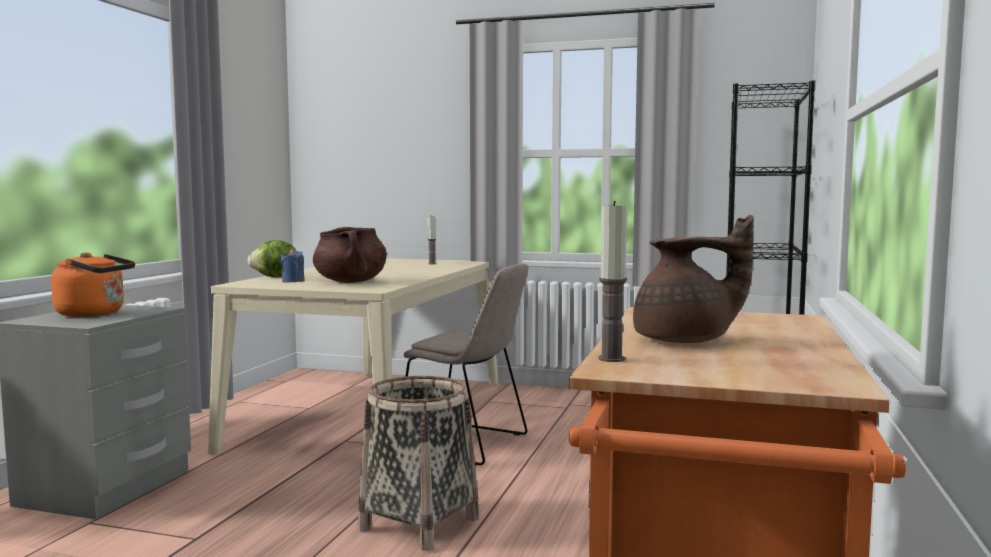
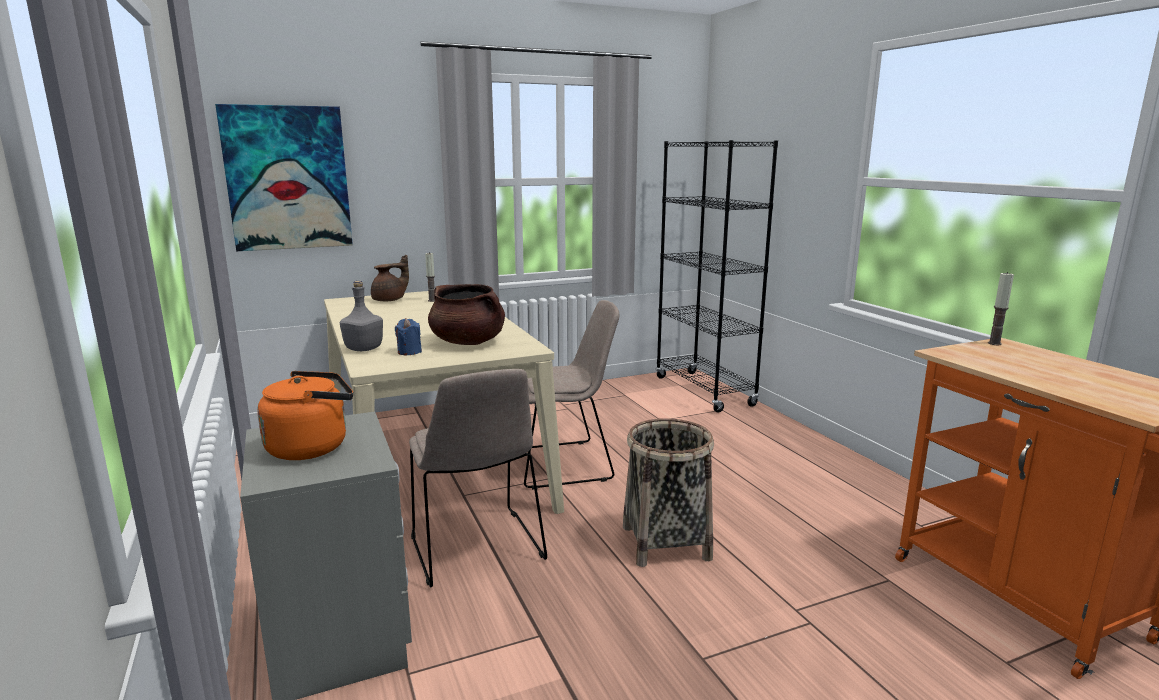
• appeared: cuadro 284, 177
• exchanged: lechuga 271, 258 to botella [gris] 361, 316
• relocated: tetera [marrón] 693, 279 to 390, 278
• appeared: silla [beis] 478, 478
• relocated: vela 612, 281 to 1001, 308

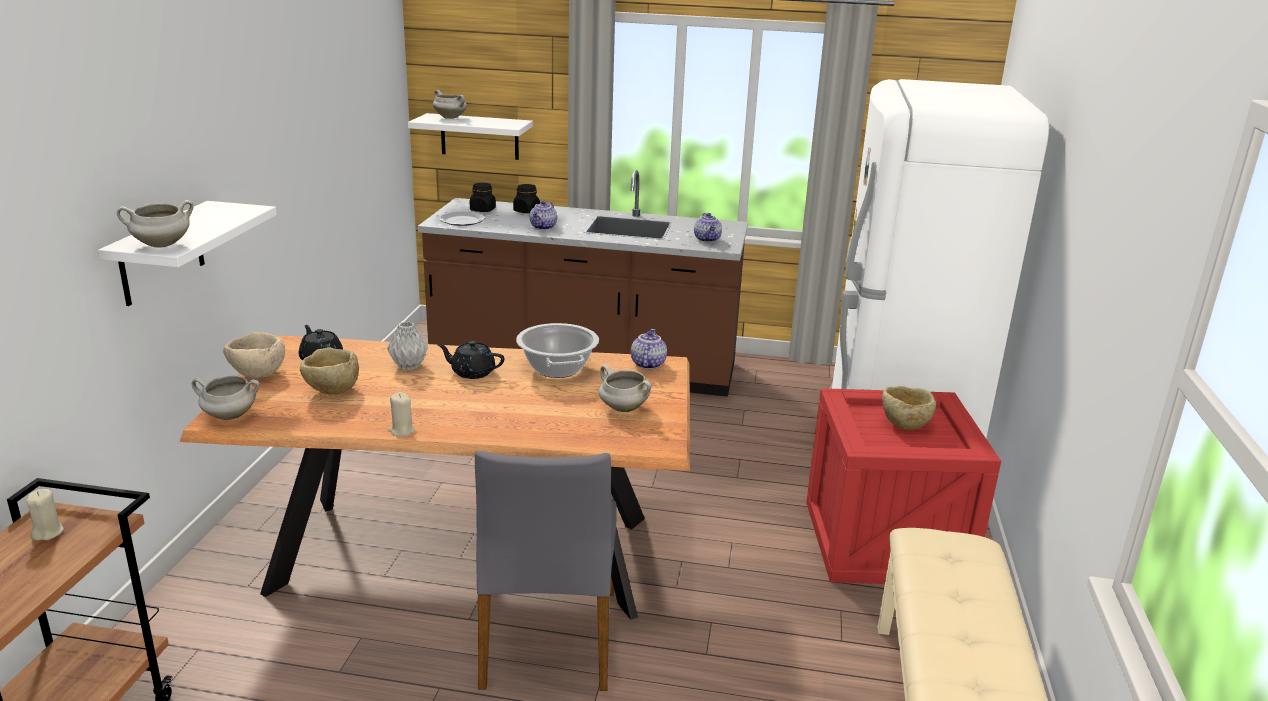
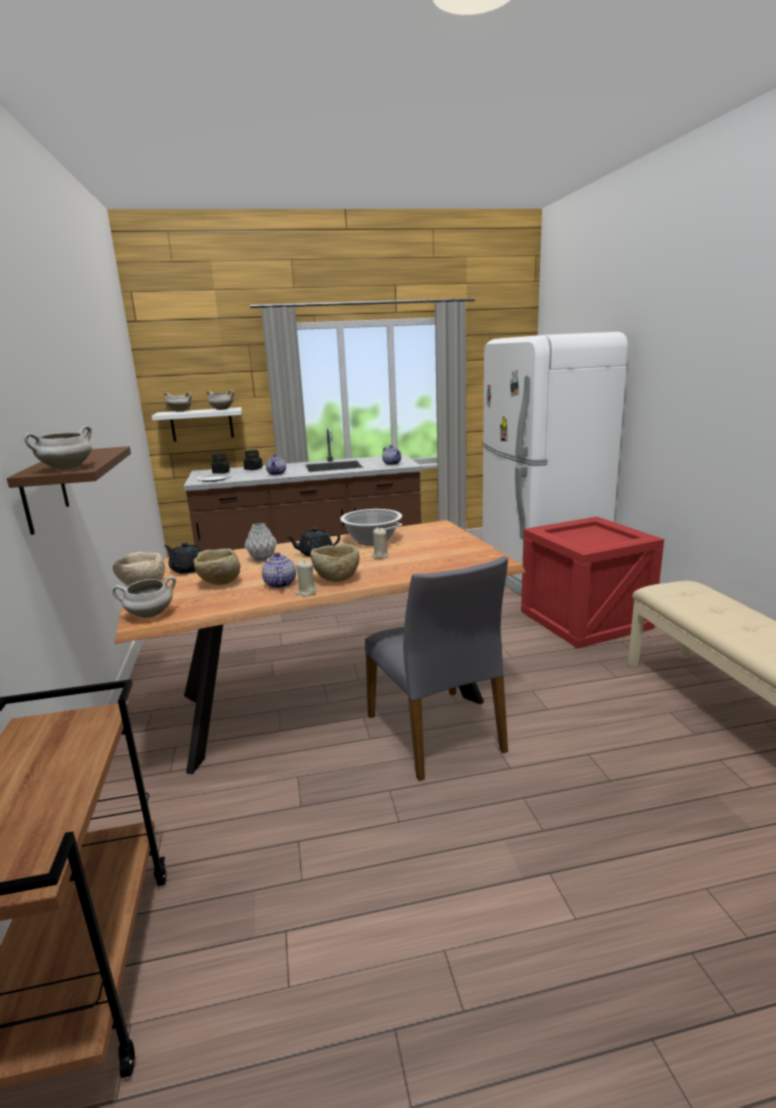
• colour: estante [blanco] 187, 253 to estante [marrón] 69, 490
• relocated: olla [blanco] 625, 388 to 220, 400
• relocated: tetera 649, 349 to 279, 570
• relocated: cuenco [beis] 909, 408 to 334, 563
• relocated: vela [beis] 45, 514 to 380, 543

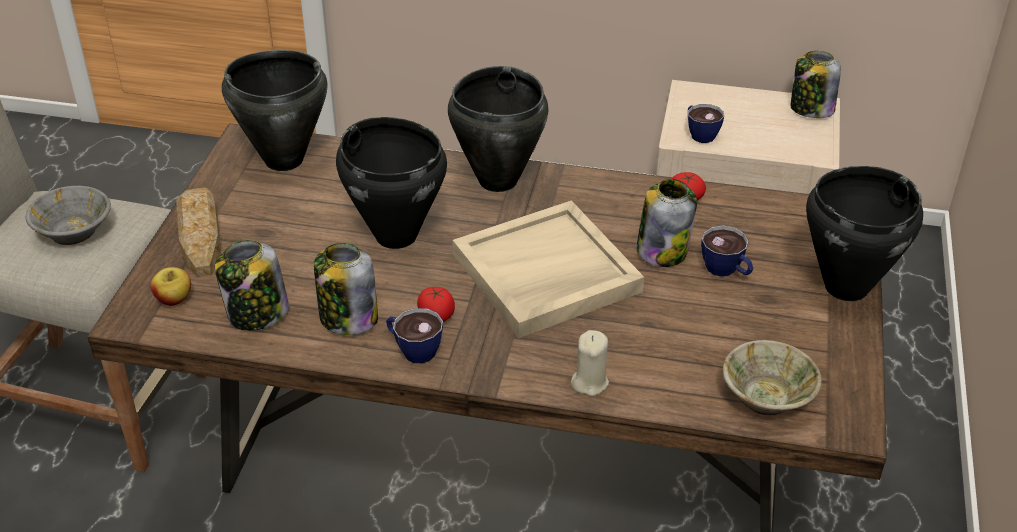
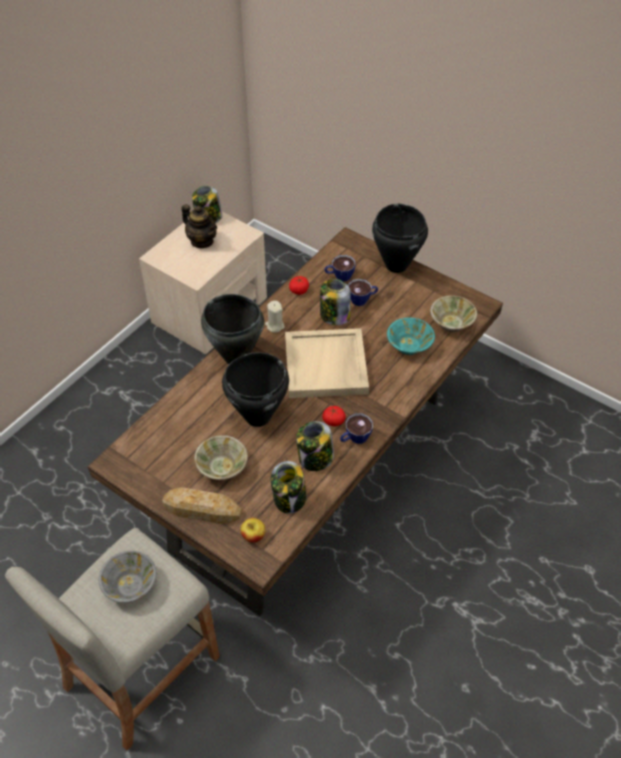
• appeared: tetera 199, 226
• appeared: cuenco [beis] 221, 457
• relocated: vela [beis] 590, 363 to 275, 317
• relocated: taza 706, 123 to 340, 268
• appeared: cuenco [turquesa] 411, 336
• missing: olla [negro] 275, 110

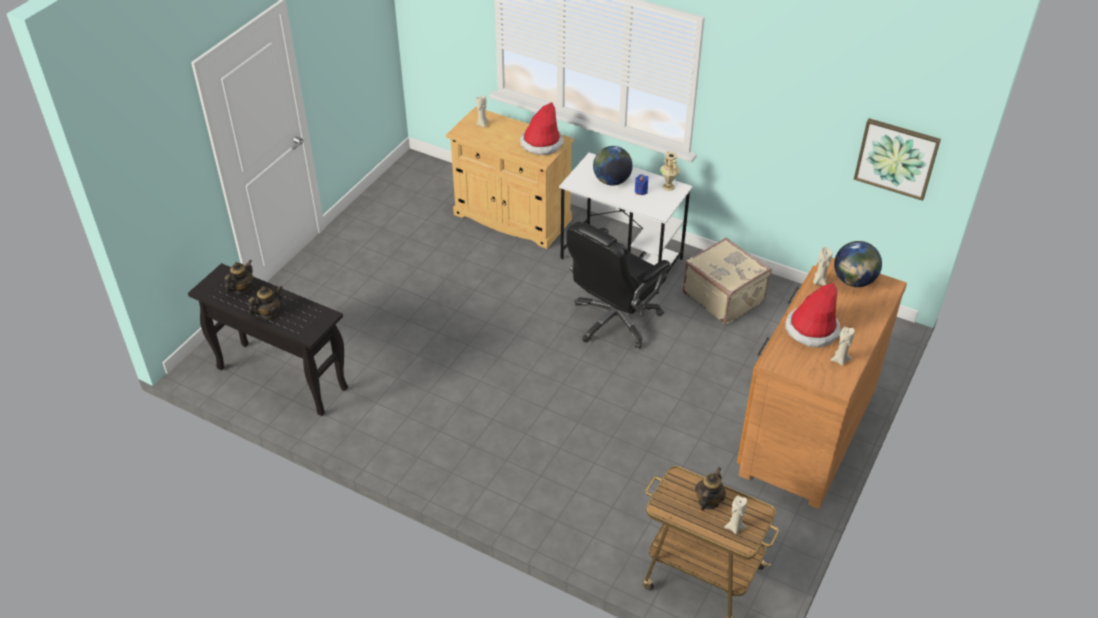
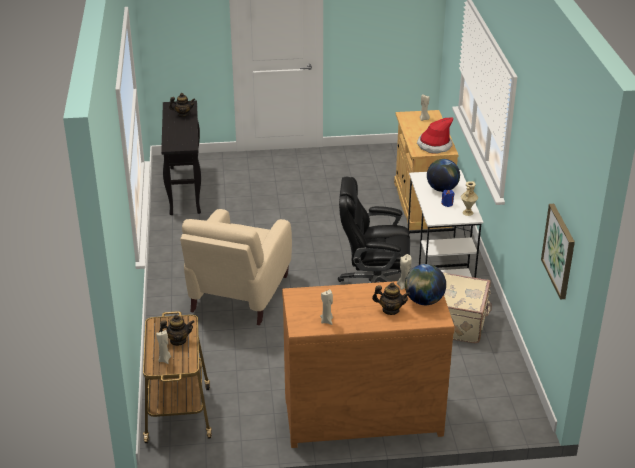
• appeared: sillón [beis] 236, 267
• relocated: tetera 265, 302 to 391, 298
• missing: sombrero 813, 315

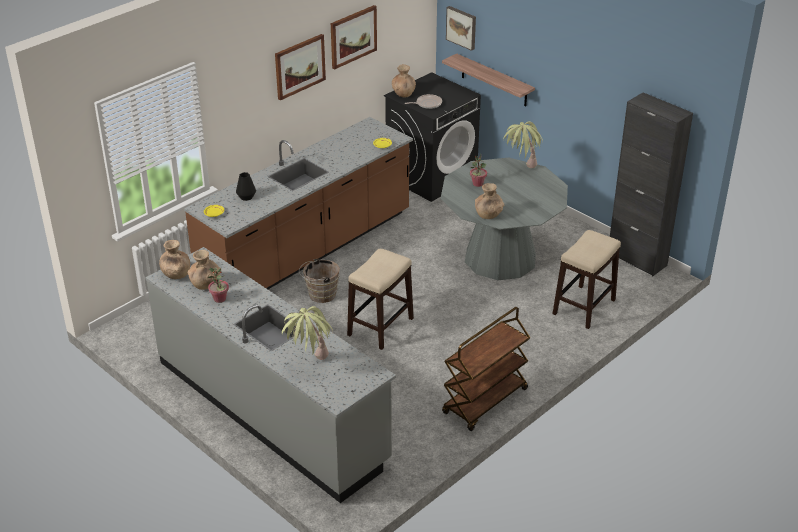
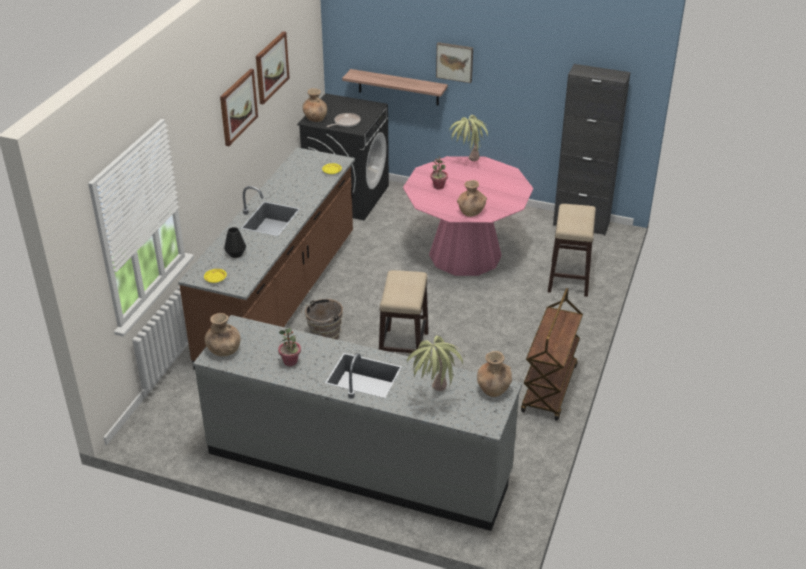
• colour: mesa de comedor [gris] 504, 219 to mesa de comedor [rosa] 468, 216
• relocated: cuadro 461, 28 to 454, 62
• relocated: florero [marrón] 204, 270 to 494, 374

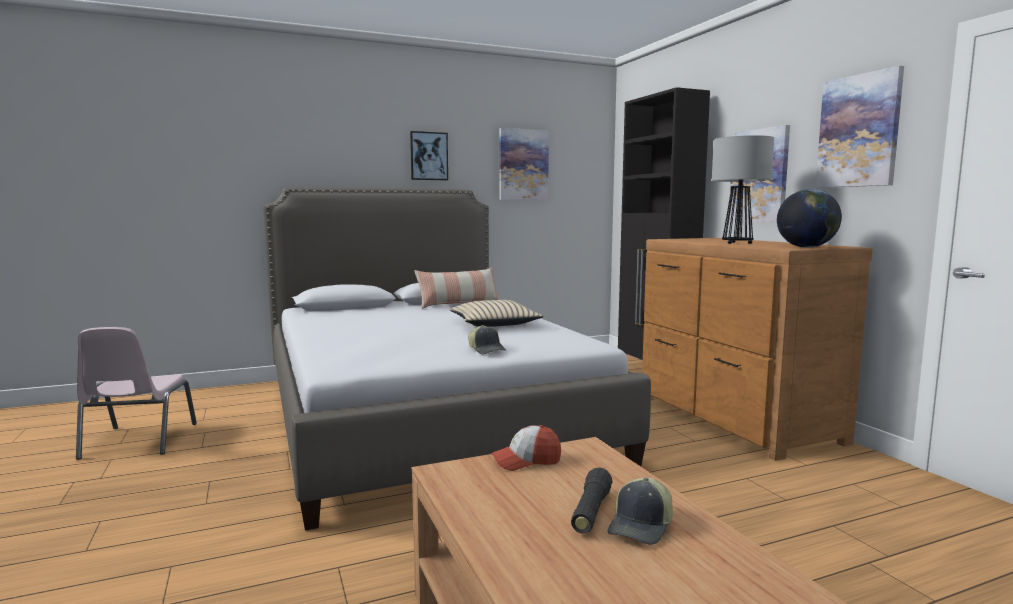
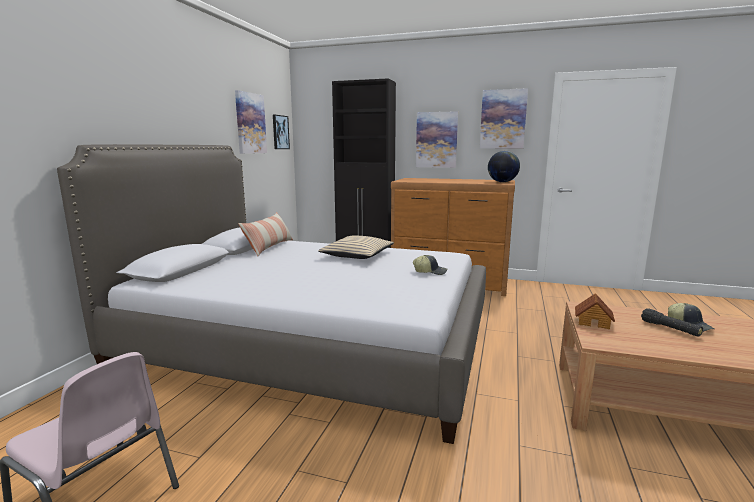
• relocated: cuadro 429, 155 to 281, 131
• exchanged: gorra 526, 448 to casita 595, 311
• missing: lámpara de mesa 743, 189

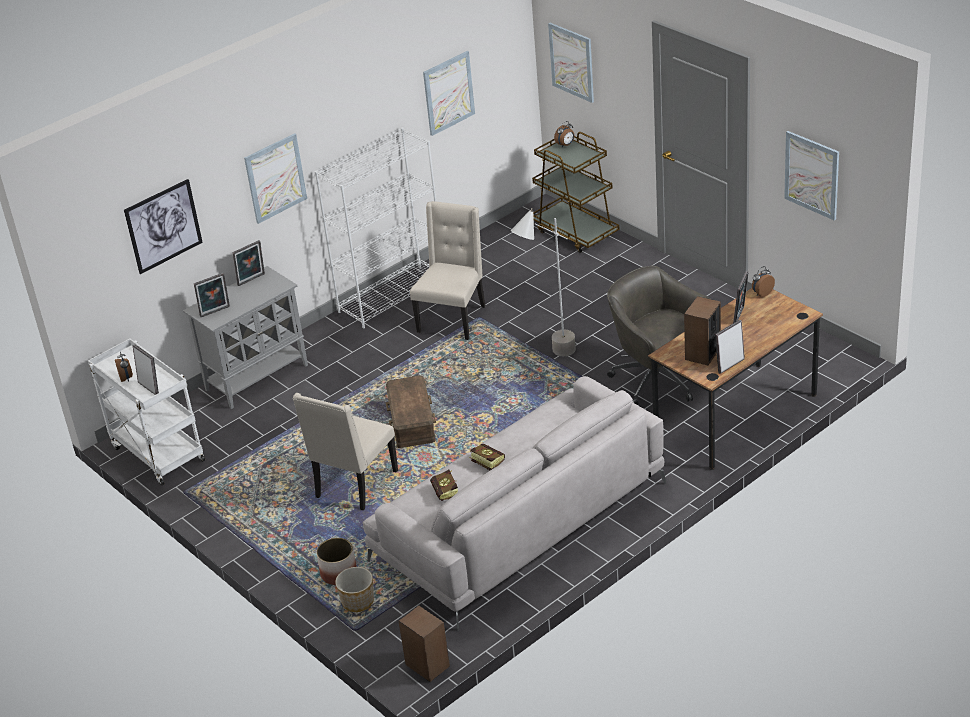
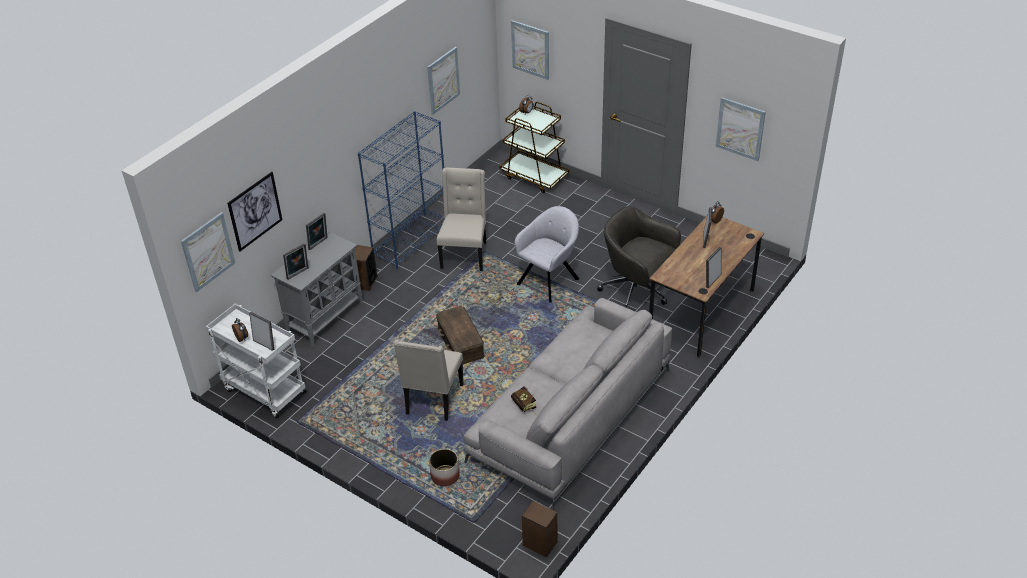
• relocated: cuadro 275, 178 to 208, 252
• relocated: altavoz 702, 330 to 366, 268
• colour: estantería [blanco] 375, 227 to estantería [azul] 401, 190
• exchanged: lámpara de pie [gris] 543, 282 to sillón [gris] 547, 254
• missing: maceta 354, 589
• missing: libro 487, 456

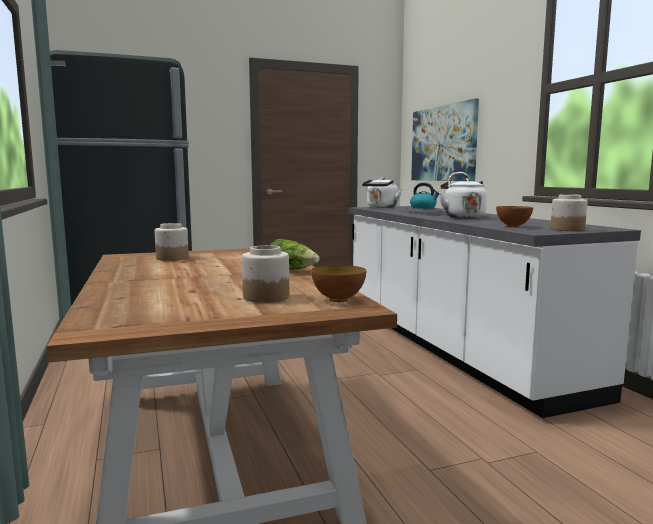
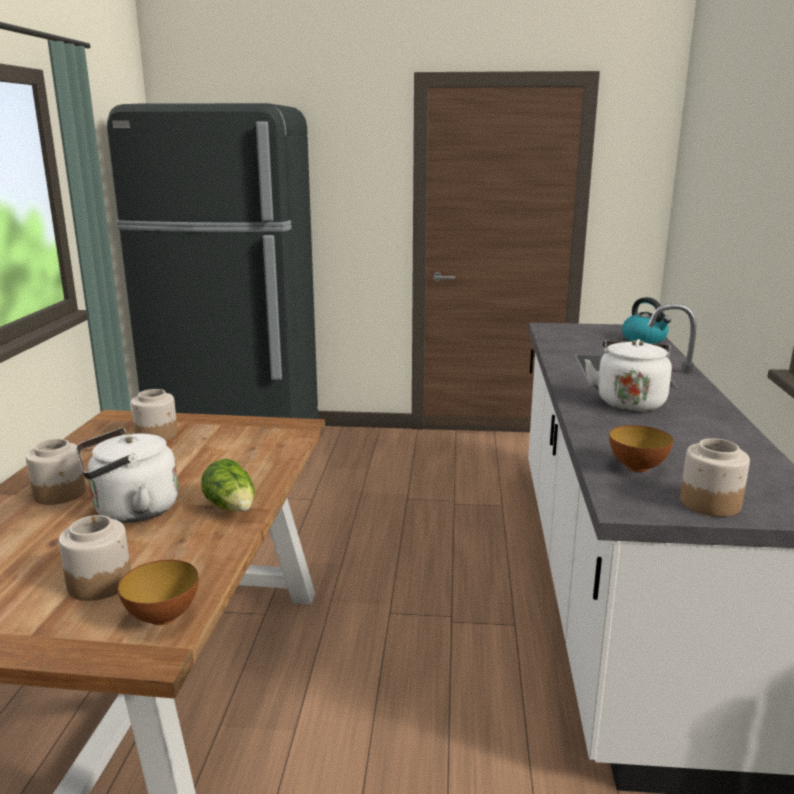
• appeared: tarro 56, 472
• relocated: hervidor [blanco] 382, 192 to 127, 475
• missing: cuadro 445, 140

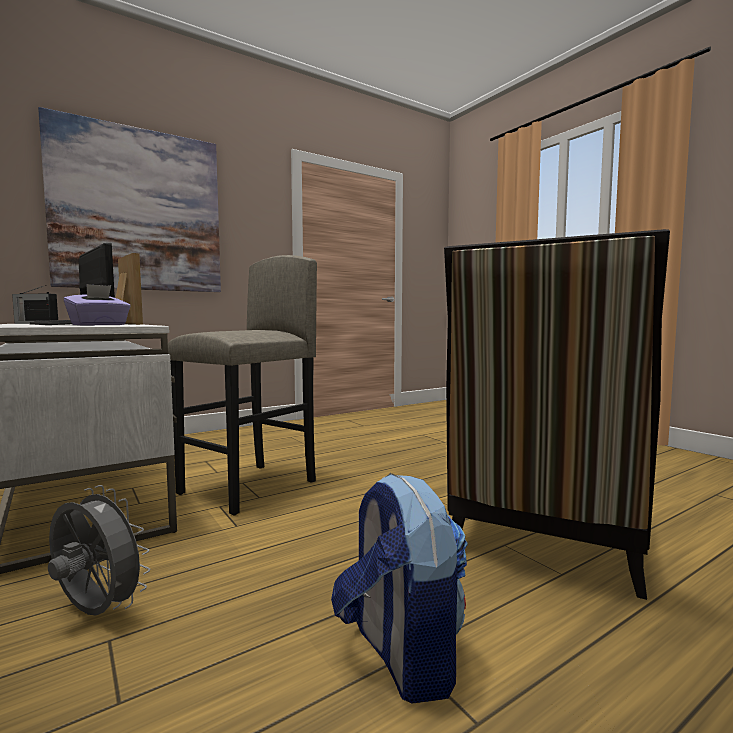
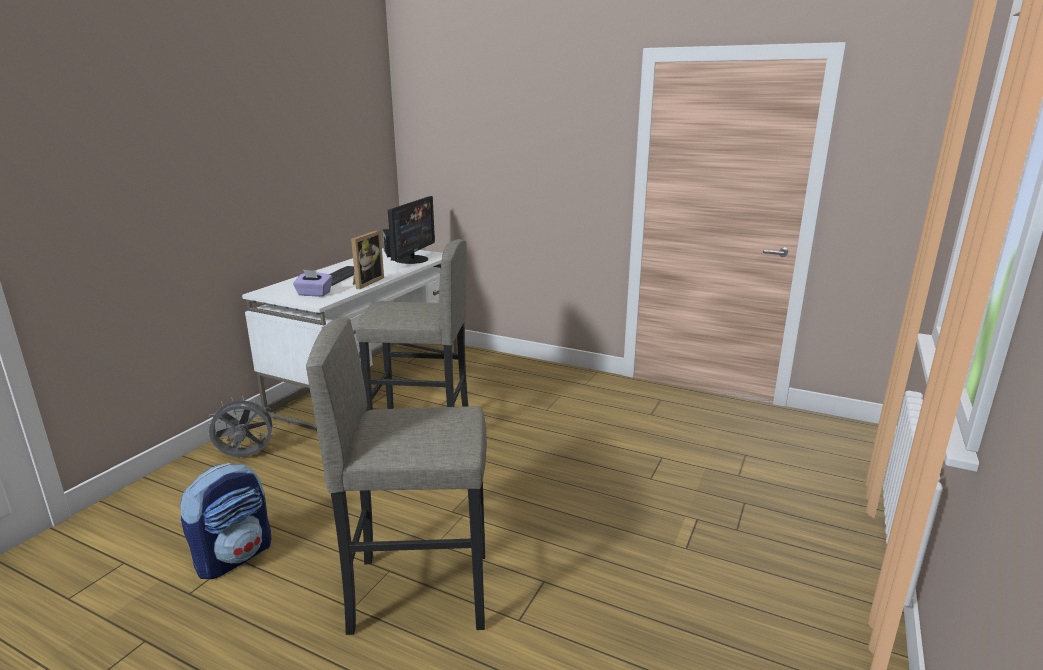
• spun: ventilador [gris] 99, 550 = 242, 426 105 degrees counterclockwise
• exchanged: silla 557, 414 to taburete [gris] 396, 476
• missing: cuadro 129, 199

